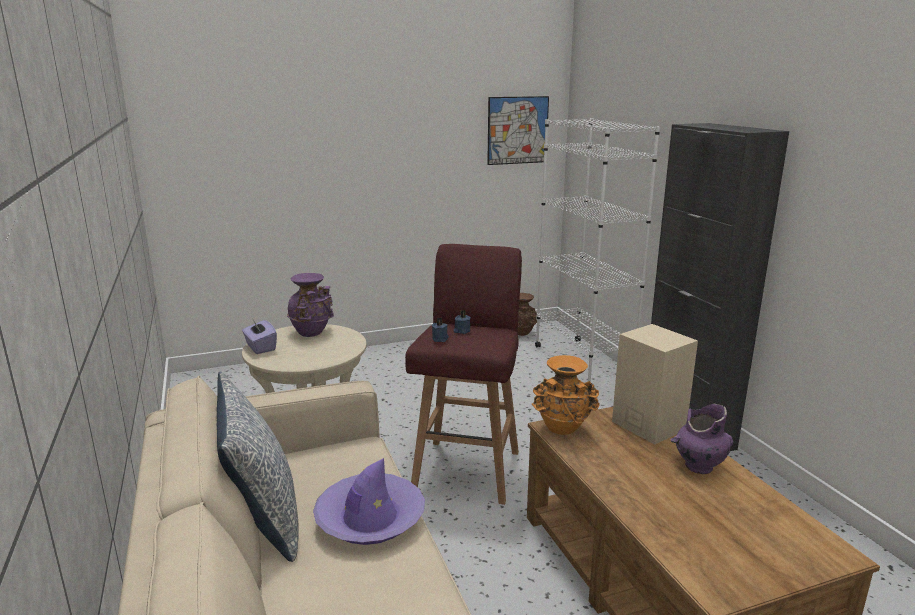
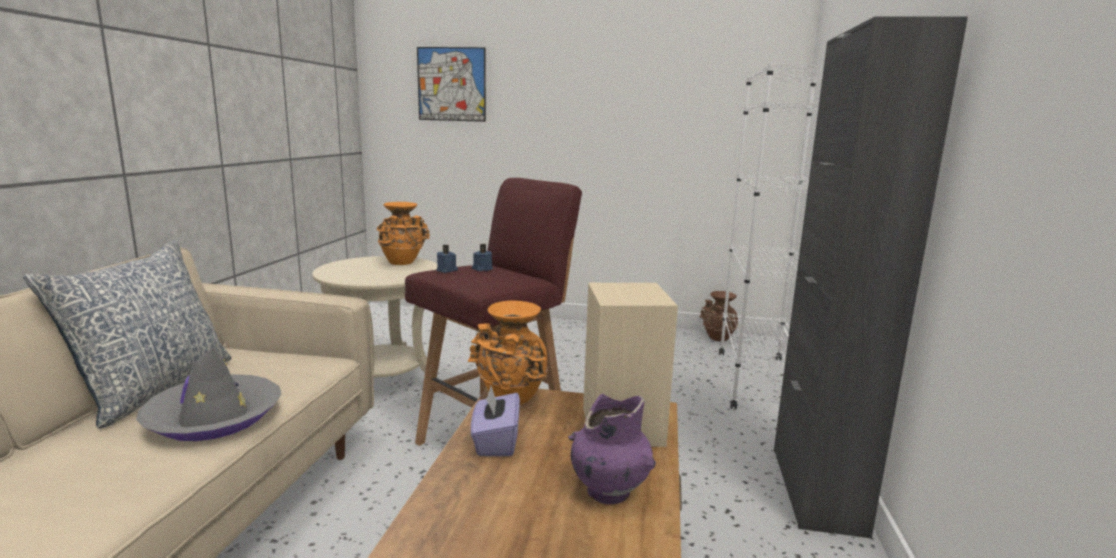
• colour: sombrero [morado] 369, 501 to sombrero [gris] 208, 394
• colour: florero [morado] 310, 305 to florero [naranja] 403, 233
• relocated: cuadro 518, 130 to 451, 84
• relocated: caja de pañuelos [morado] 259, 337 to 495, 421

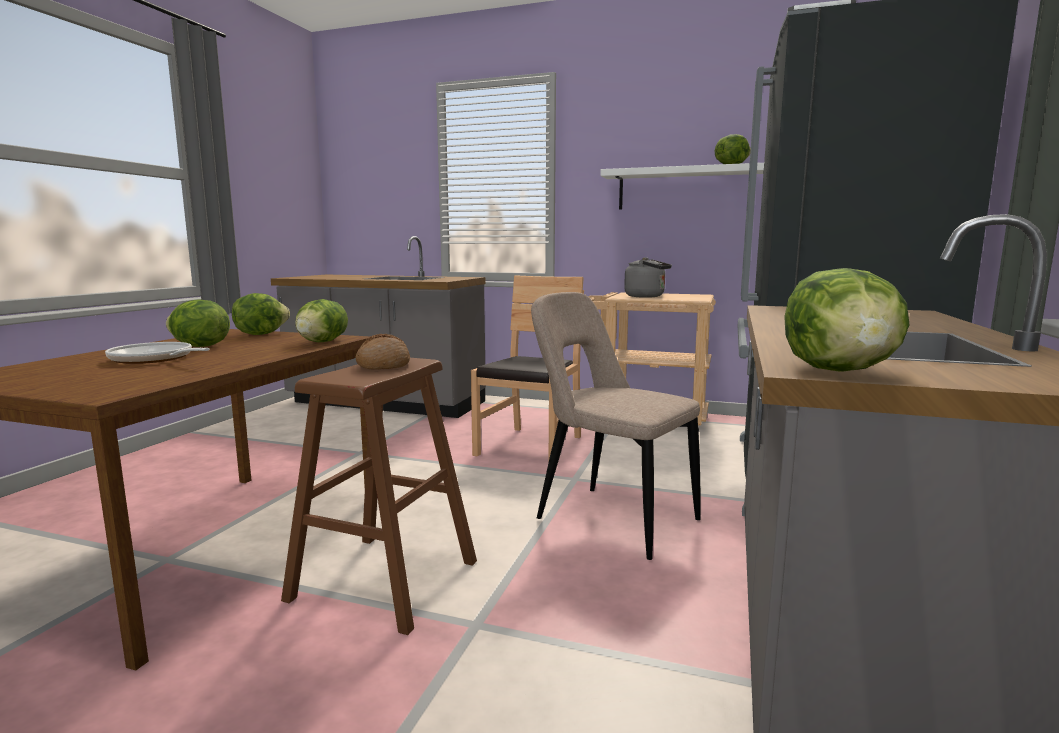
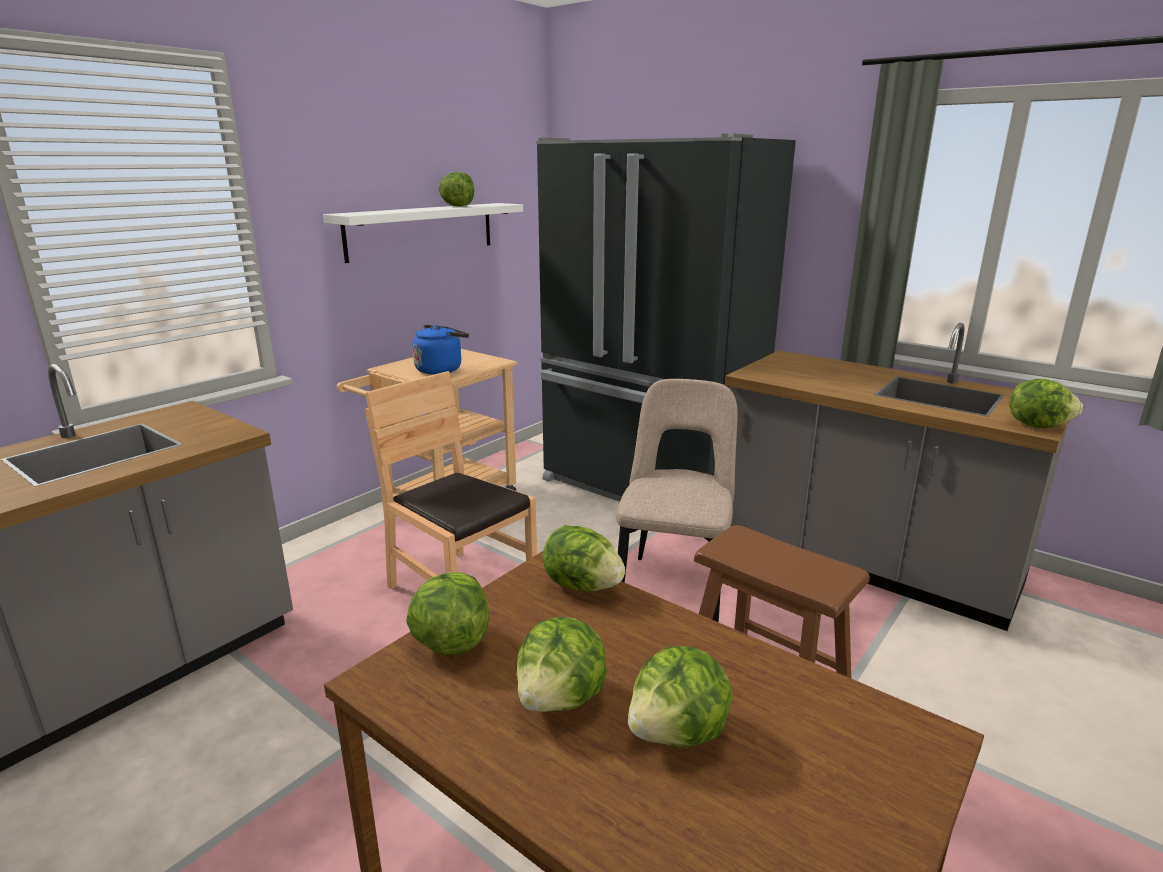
• colour: hervidor [gris] 648, 277 to hervidor [azul] 440, 350
• spun: silla [beis] 616, 426 = 677, 500 135 degrees clockwise
• exchanged: sartén 157, 353 to lechuga 680, 697
• missing: pan 382, 352

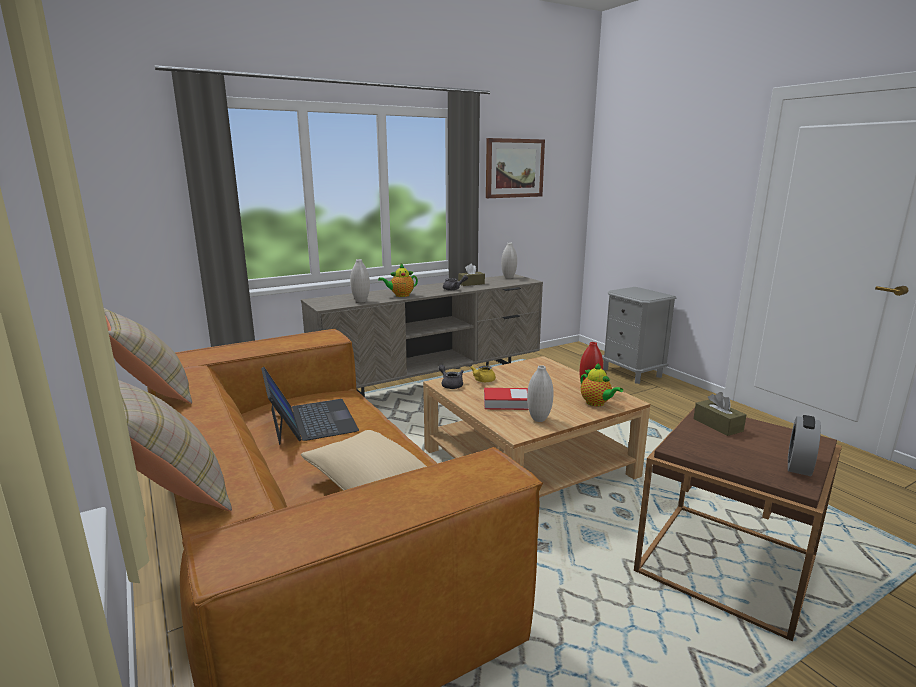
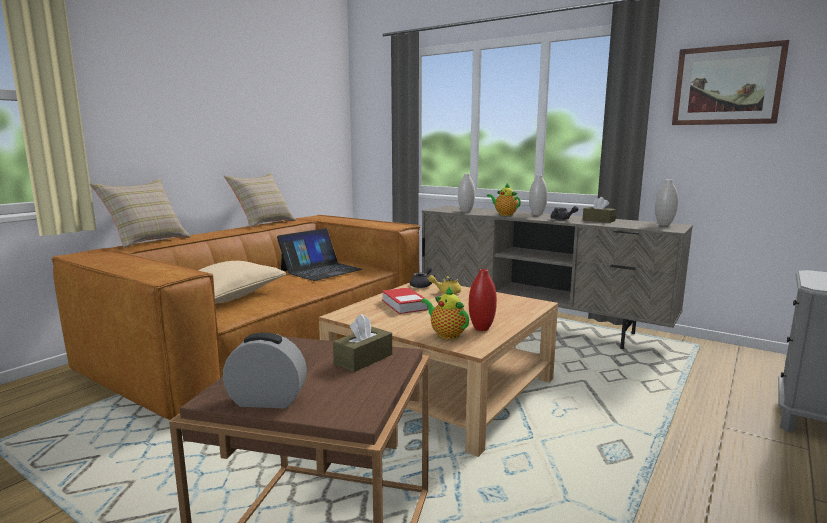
• spun: tetera 601, 384 = 445, 313 105 degrees clockwise
• relocated: florero [blanco] 540, 393 to 538, 195

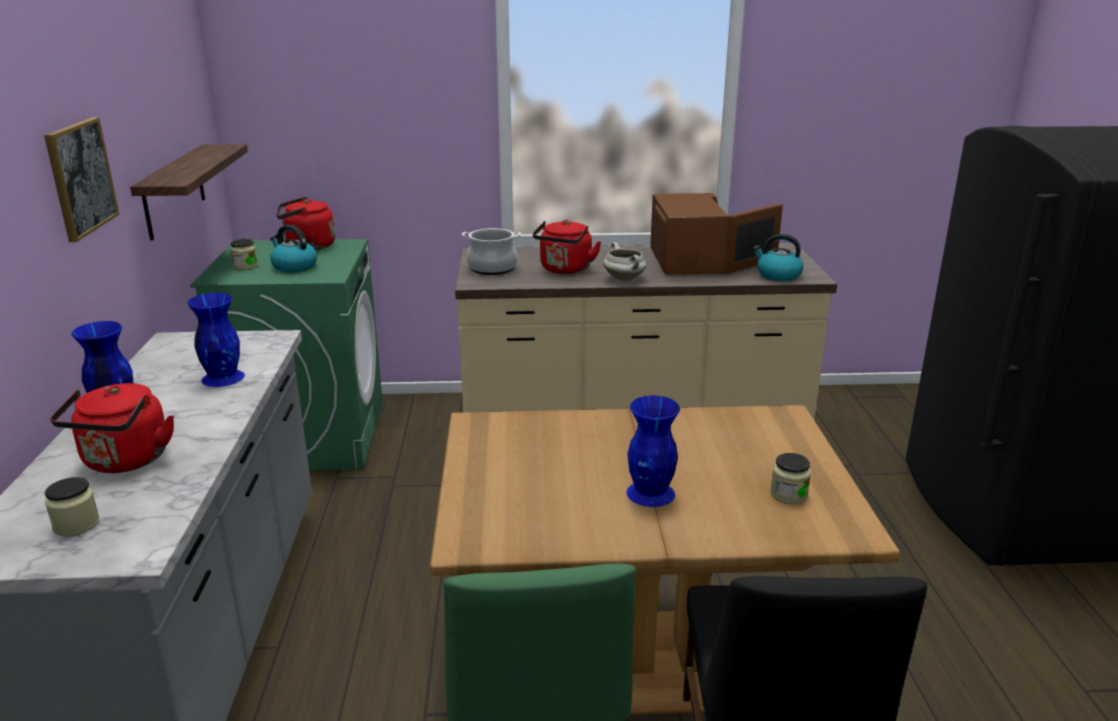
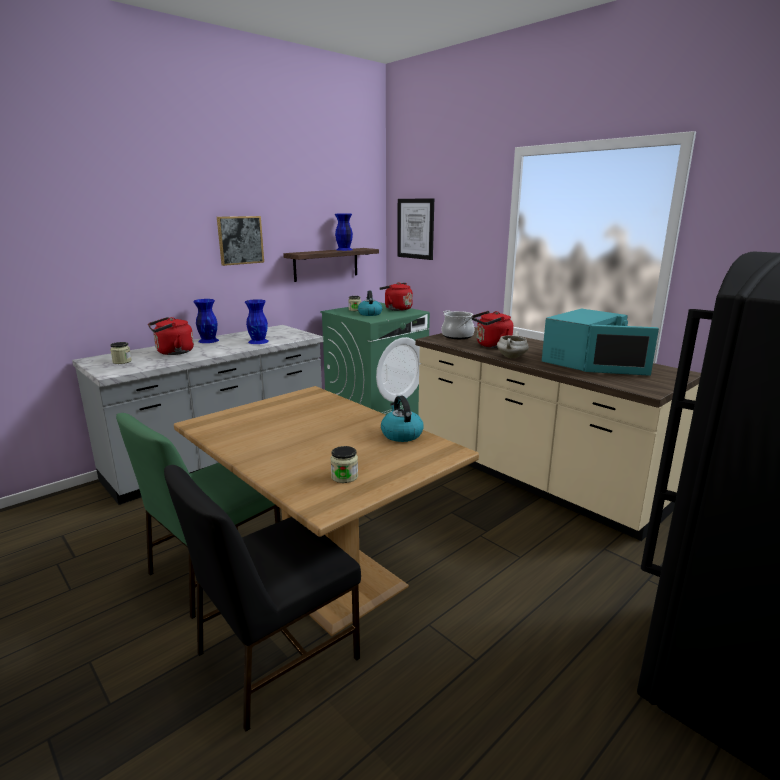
• relocated: florero [azul] 653, 451 to 344, 232
• relocated: hervidor 777, 257 to 402, 419
• appeared: cuadro 415, 229
• colour: microondas [marrón] 716, 234 to microondas [turquesa] 600, 342

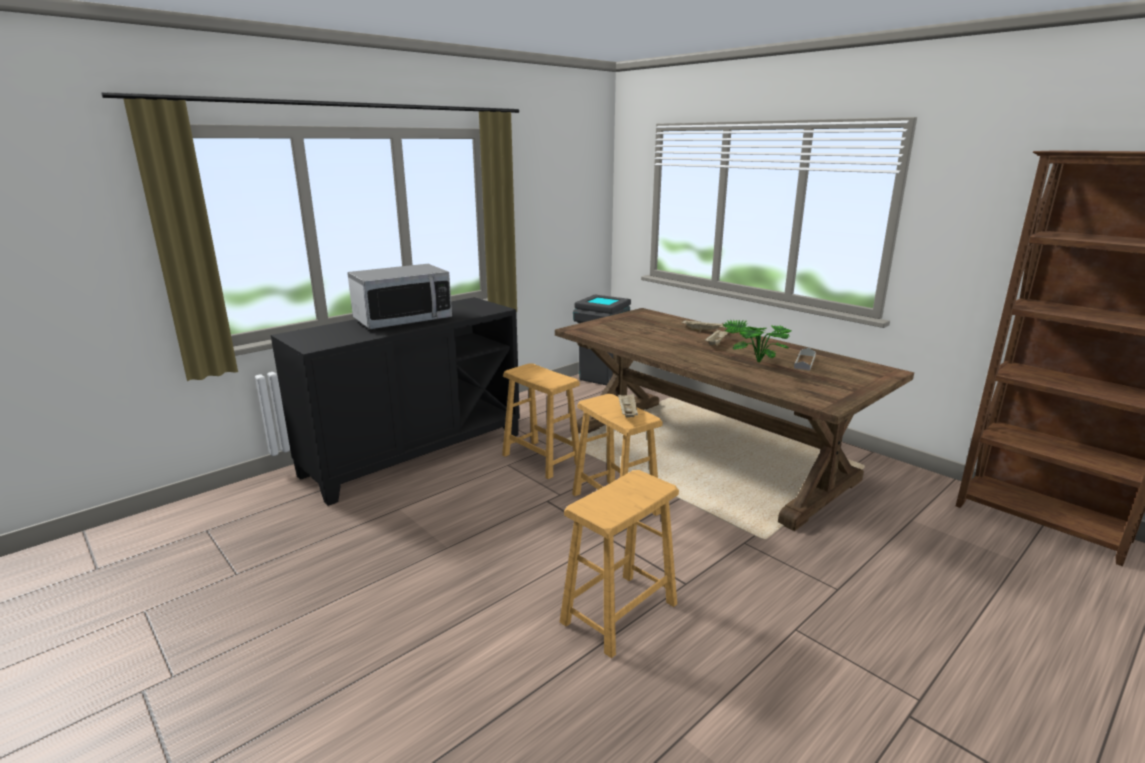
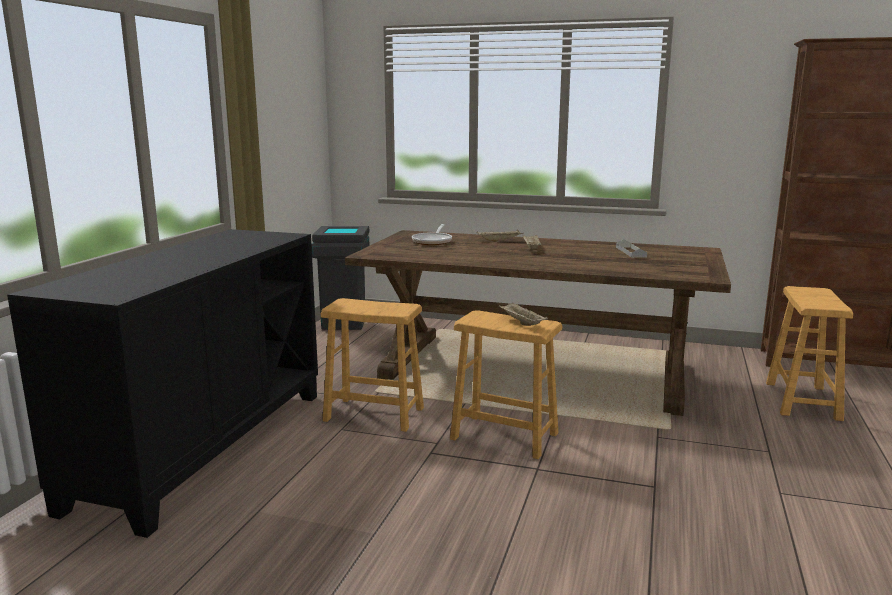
• appeared: sartén 432, 234
• relocated: taburete [marrón] 619, 564 to 809, 353
• missing: microondas 399, 296
• missing: planta en maceta 756, 341

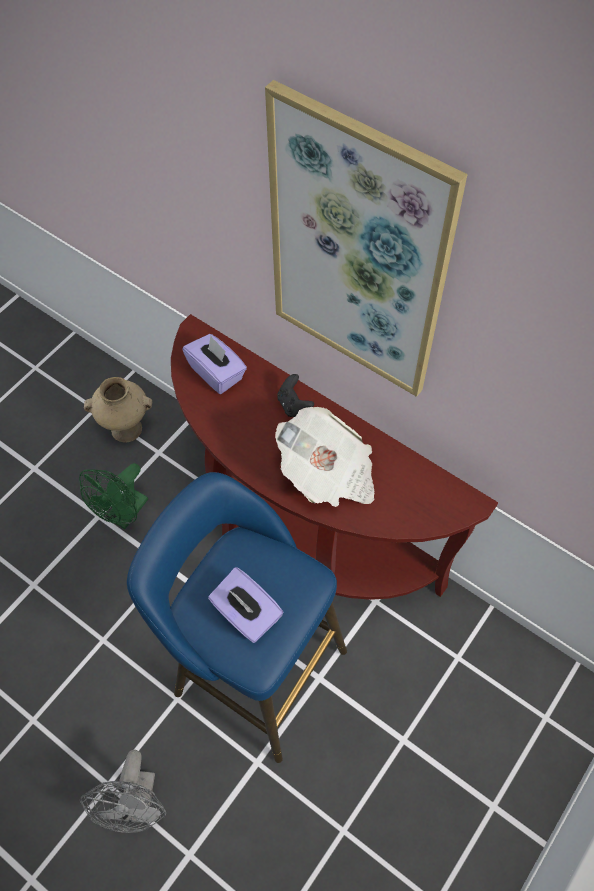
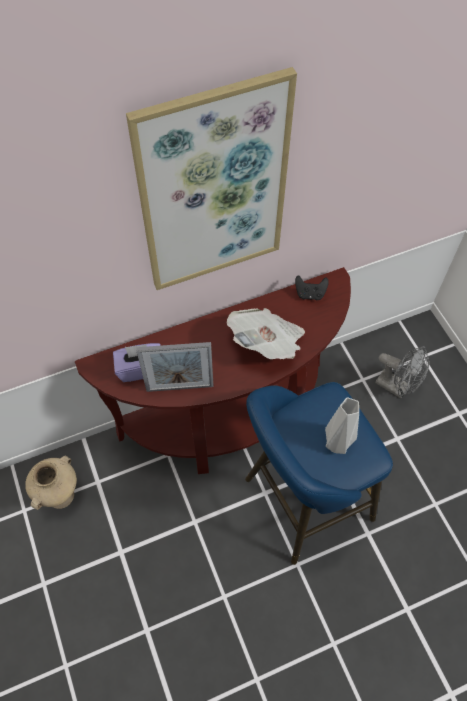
• appeared: portarretratos 175, 367
• relocated: mando de consola [negro] 295, 395 to 312, 287
• exchanged: caja de pañuelos [morado] 245, 605 to florero [gris] 342, 425
• relocated: ventilador [gris] 123, 791 to 402, 372
• missing: ventilador [verde] 113, 496

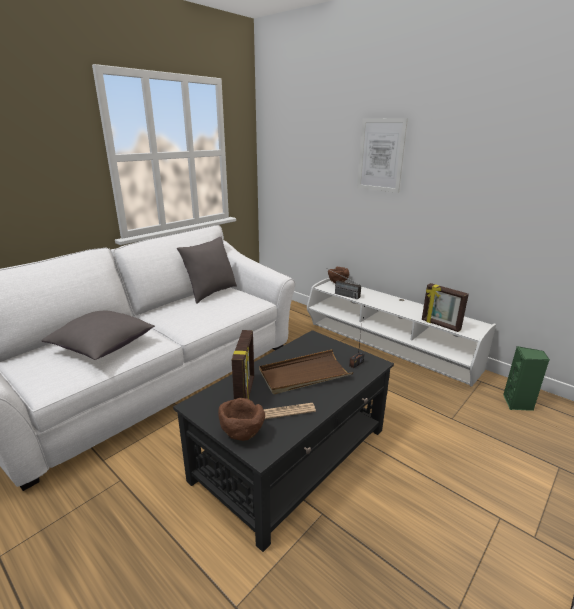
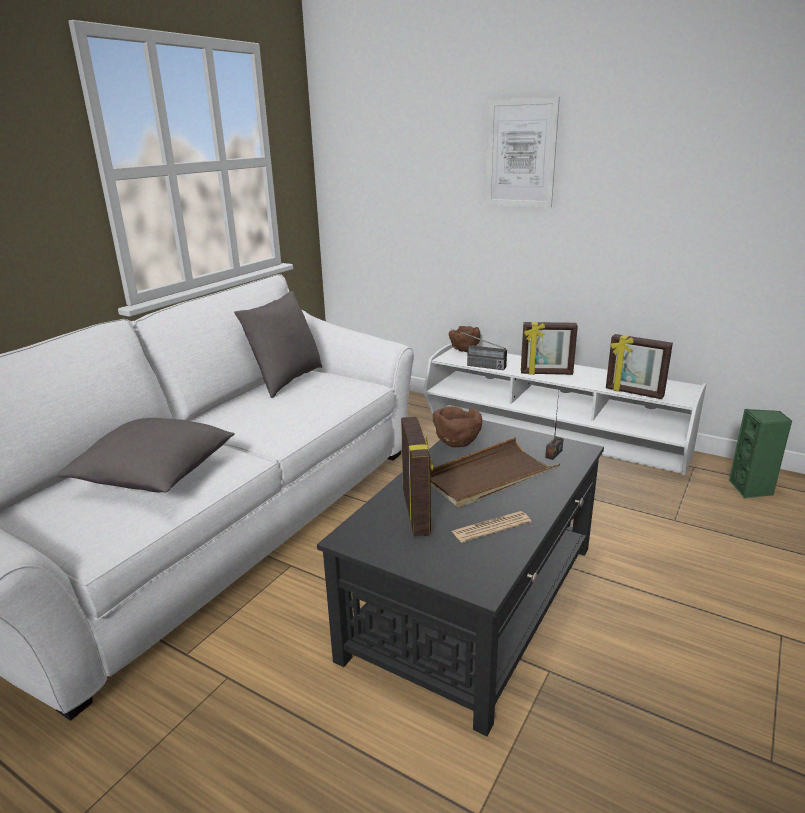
• relocated: cuenco [marrón] 241, 419 to 457, 426
• appeared: portarretratos 549, 348

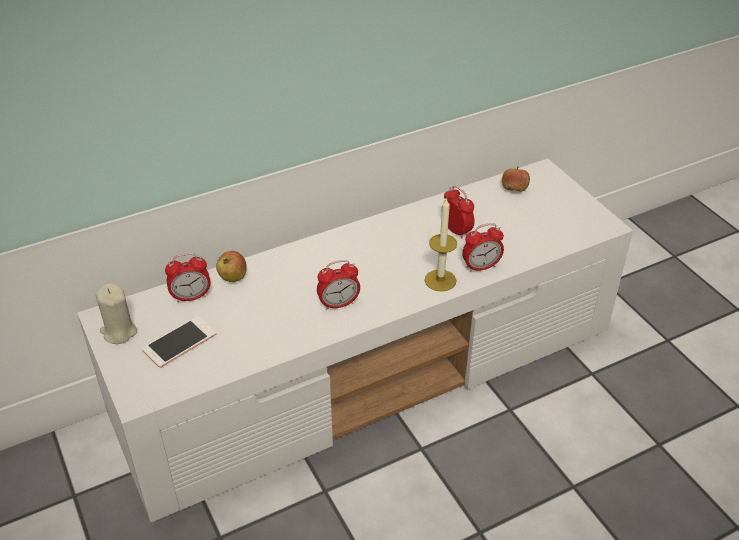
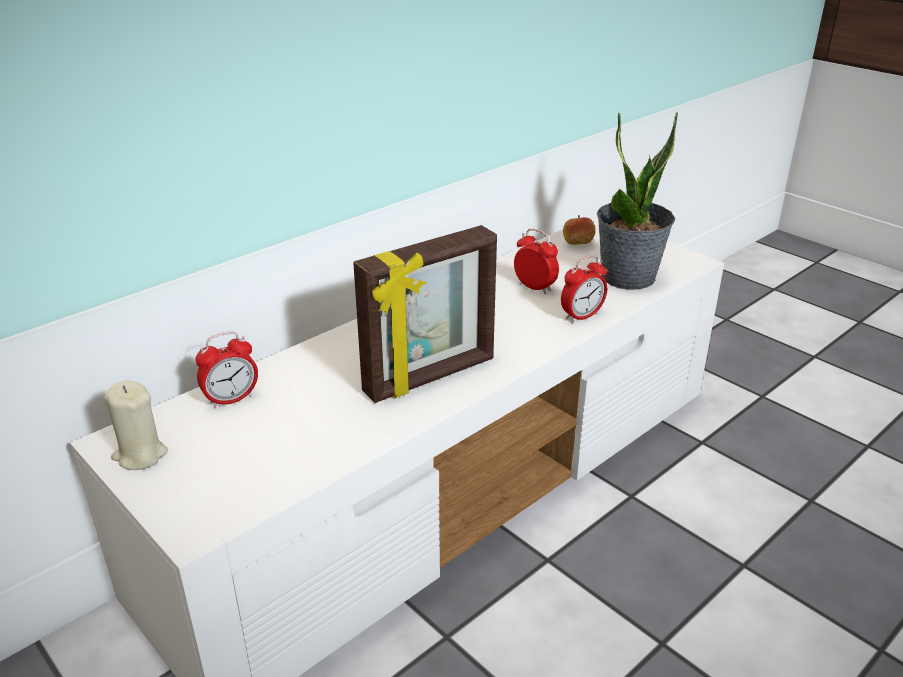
• exchanged: despertador 338, 285 to portarretratos 425, 314
• appeared: planta en maceta 637, 201
• missing: móvil 179, 342
• missing: manzana 231, 266
• missing: vela 440, 244

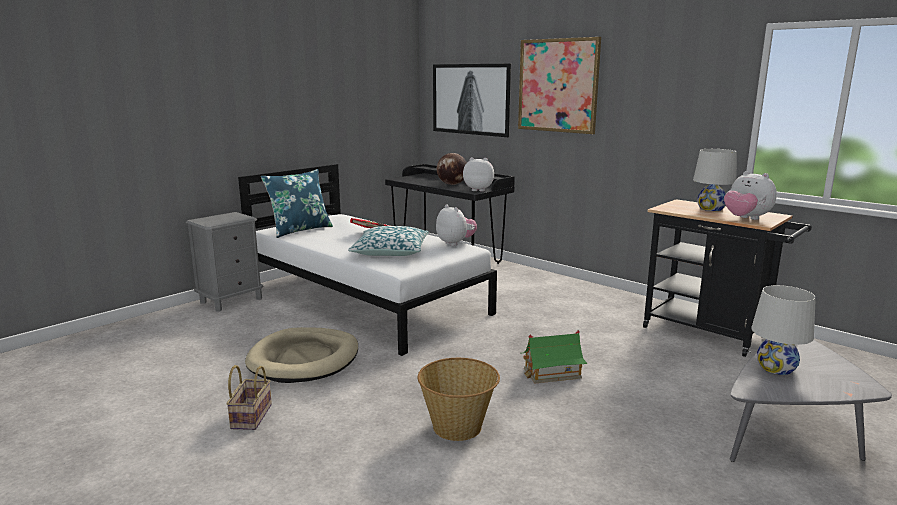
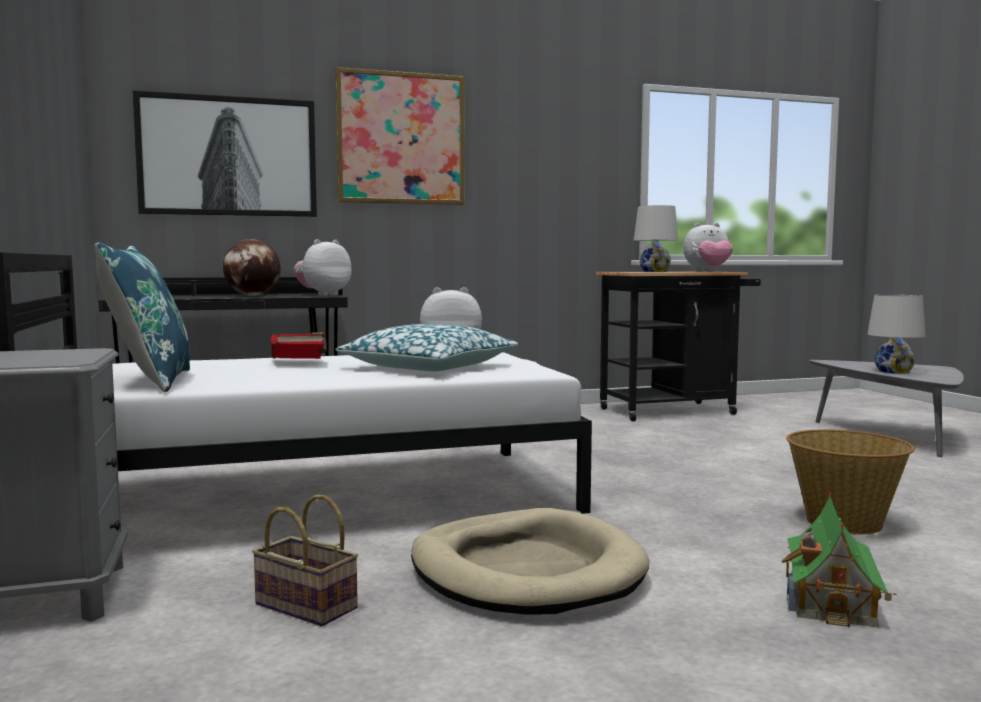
• relocated: cesta 249, 397 to 305, 560
• relocated: casita 554, 356 to 839, 558

